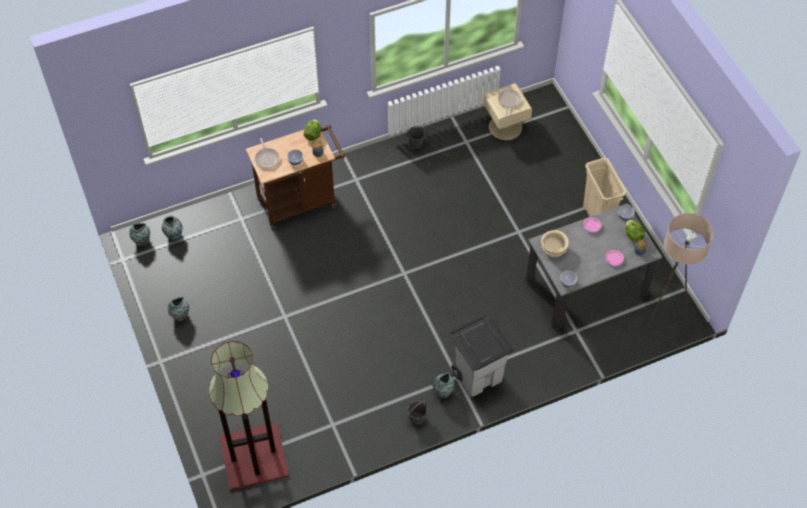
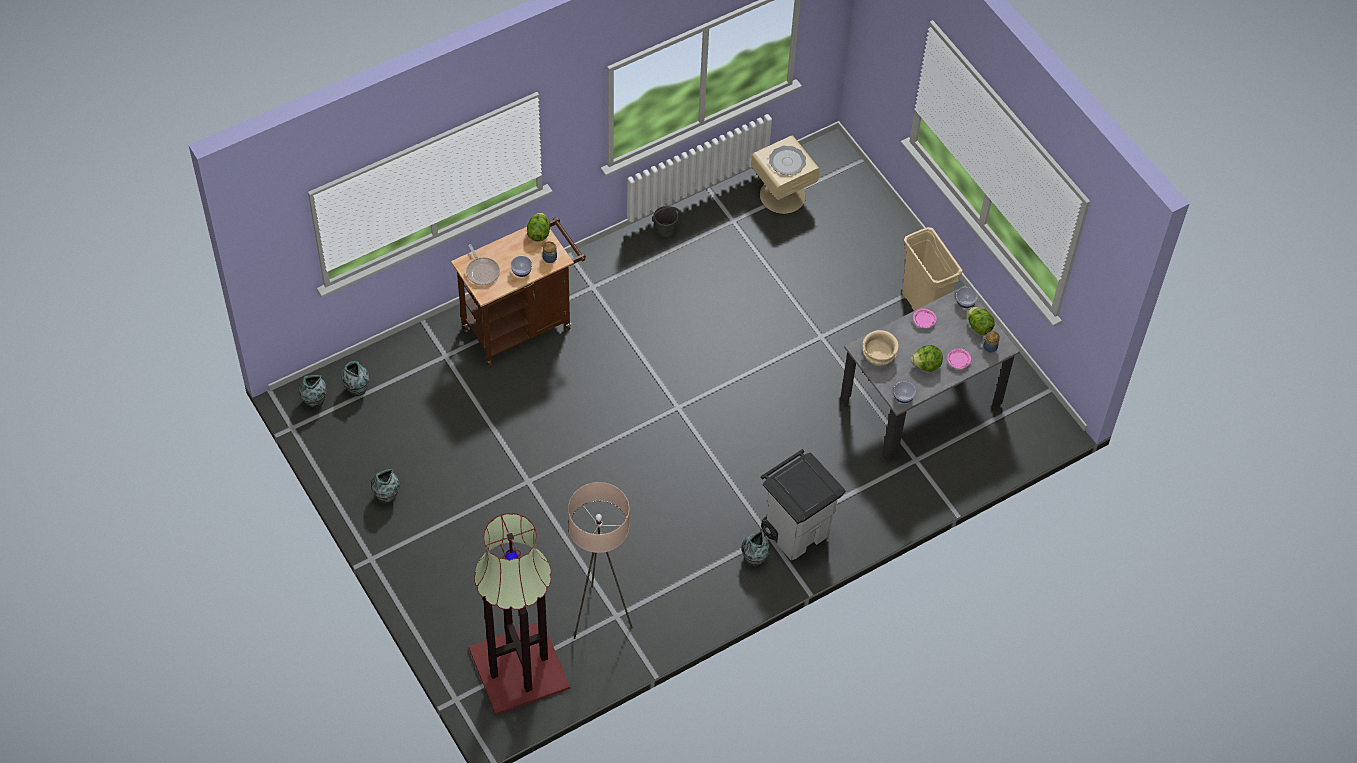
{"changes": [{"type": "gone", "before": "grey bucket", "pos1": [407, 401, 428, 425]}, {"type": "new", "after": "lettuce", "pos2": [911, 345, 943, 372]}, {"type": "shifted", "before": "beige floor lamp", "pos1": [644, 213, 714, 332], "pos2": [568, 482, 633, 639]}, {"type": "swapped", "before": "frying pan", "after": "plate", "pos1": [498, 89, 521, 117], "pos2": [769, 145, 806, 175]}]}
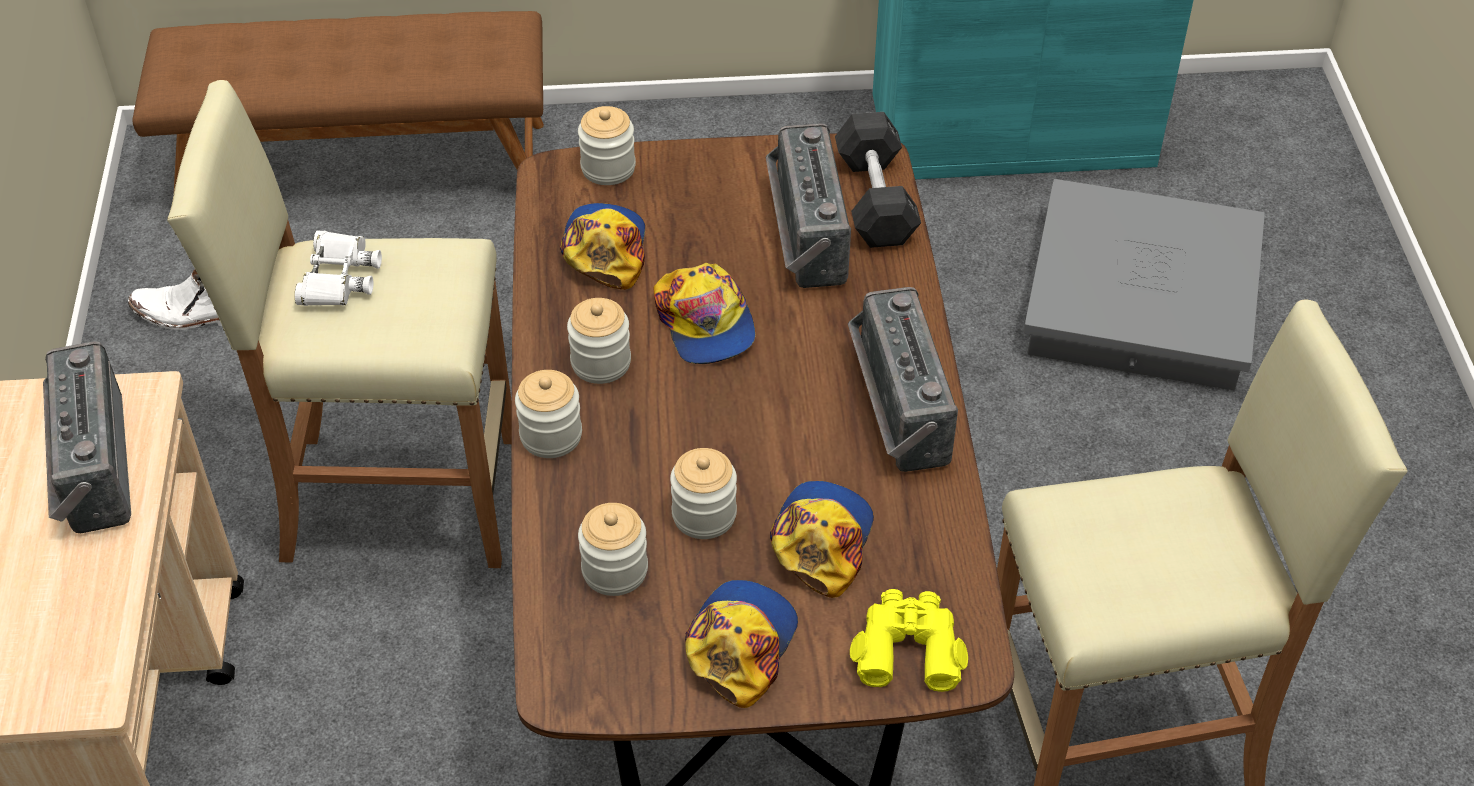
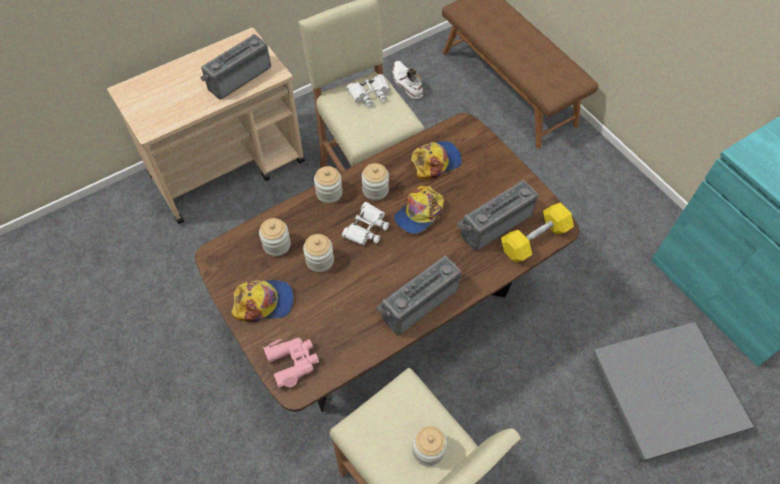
{"changes": [{"type": "gone", "before": "cap", "pos1": [770, 481, 874, 598]}, {"type": "new", "after": "white binoculars", "pos2": [342, 202, 389, 245]}, {"type": "shifted", "before": "jar", "pos1": [578, 106, 636, 185], "pos2": [412, 426, 447, 466]}, {"type": "repainted", "before": "grey dumbbell", "after": "yellow dumbbell", "pos1": [835, 112, 921, 248], "pos2": [501, 203, 574, 262]}, {"type": "repainted", "before": "yellow binoculars", "after": "pink binoculars", "pos1": [850, 589, 968, 692], "pos2": [263, 338, 319, 388]}]}
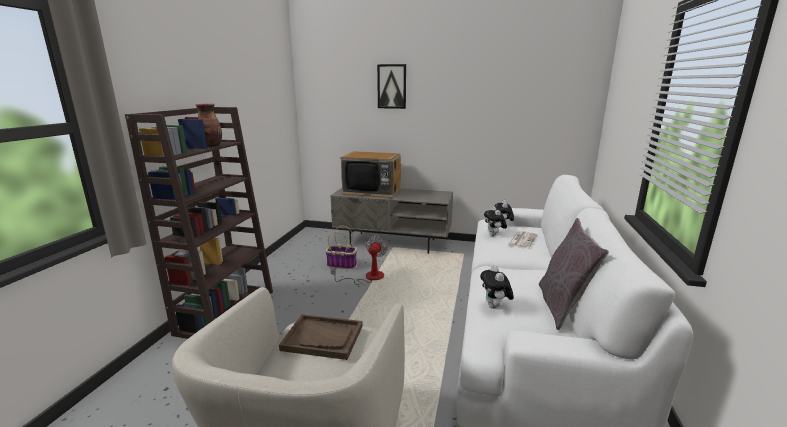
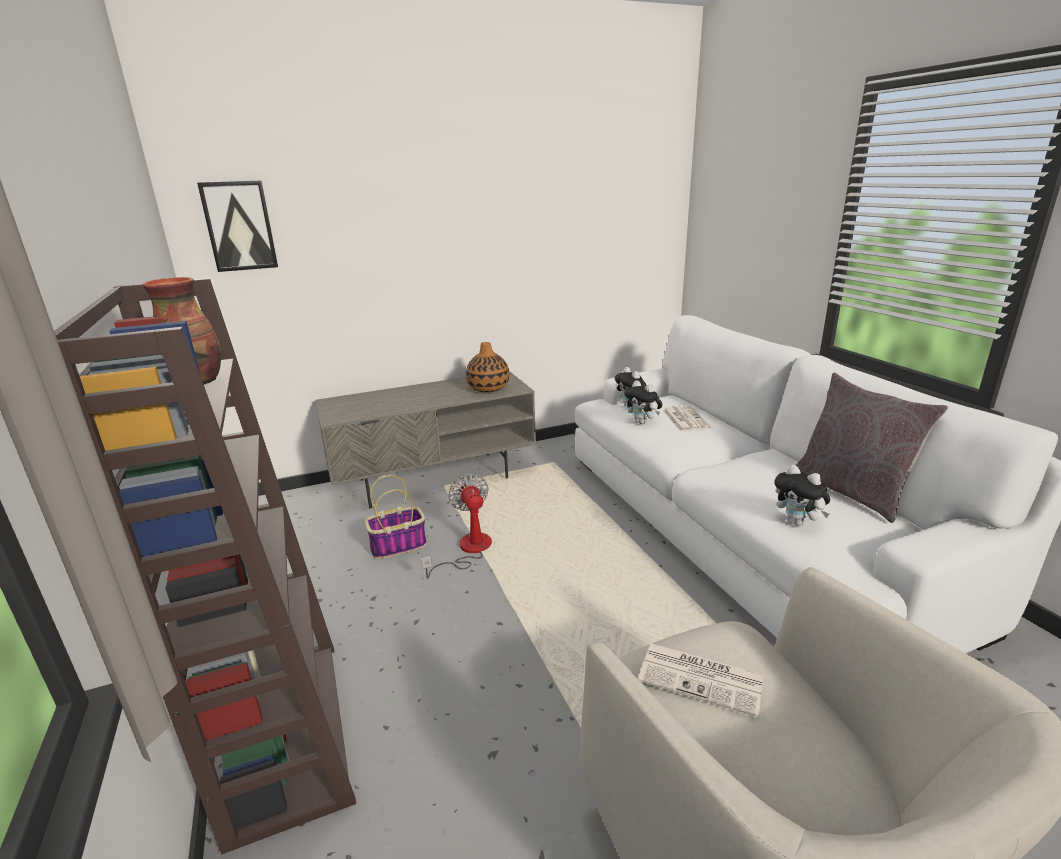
{"changes": [{"type": "gone", "before": "television", "pos1": [339, 151, 401, 198]}, {"type": "new", "after": "vase", "pos2": [466, 342, 509, 392]}, {"type": "shifted", "before": "picture", "pos1": [377, 64, 406, 109], "pos2": [197, 180, 278, 272]}, {"type": "swapped", "before": "brown tray", "after": "newspaper", "pos1": [279, 314, 363, 360], "pos2": [638, 643, 763, 718]}]}
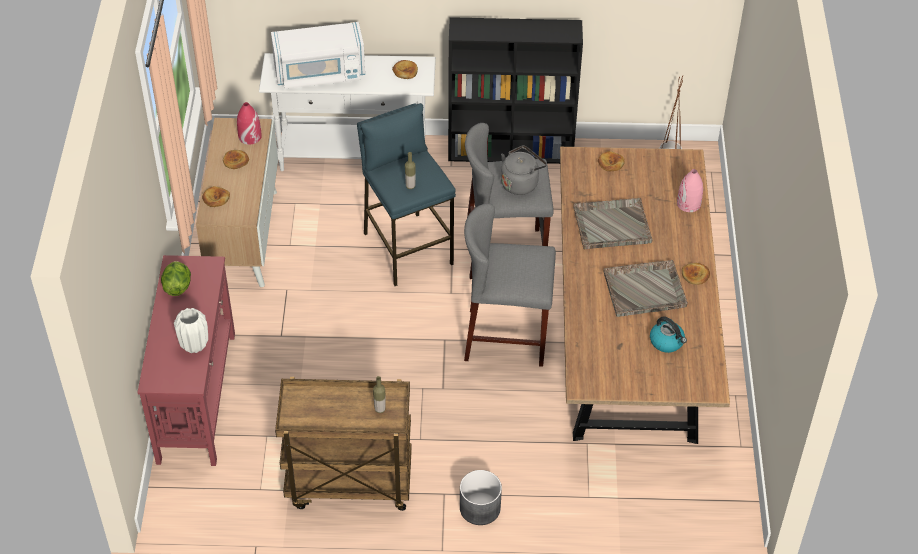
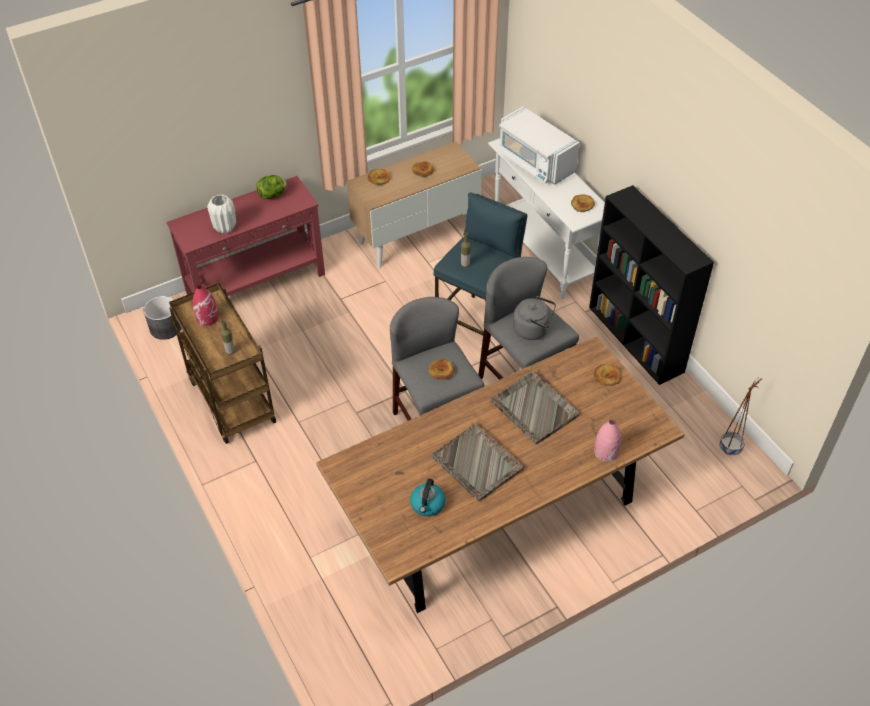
{"changes": [{"type": "shifted", "before": "red vase", "pos1": [237, 102, 262, 145], "pos2": [193, 285, 219, 326]}, {"type": "shifted", "before": "grey planter", "pos1": [460, 470, 502, 525], "pos2": [143, 296, 182, 340]}, {"type": "shifted", "before": "bread", "pos1": [682, 263, 710, 285], "pos2": [429, 359, 455, 380]}]}
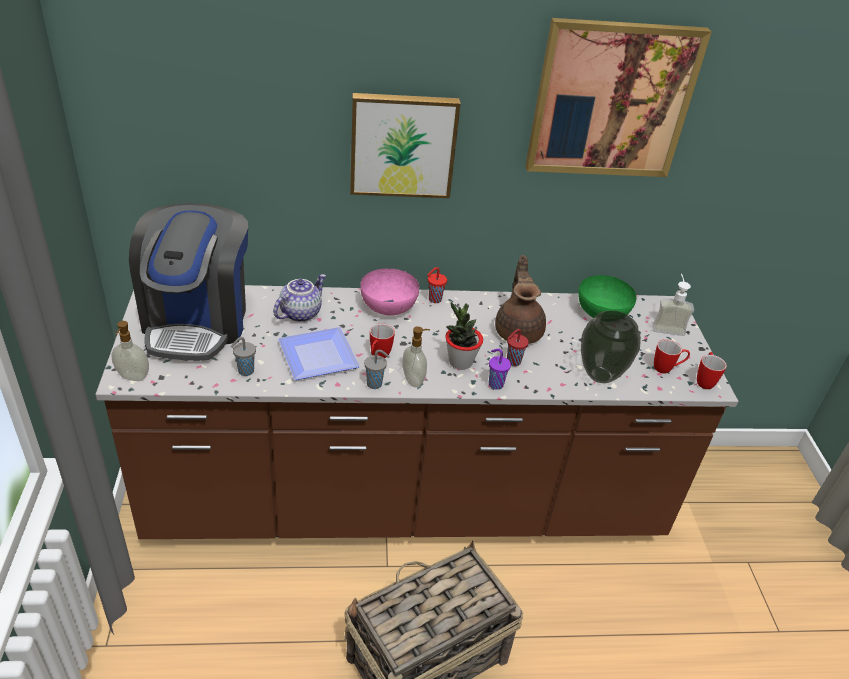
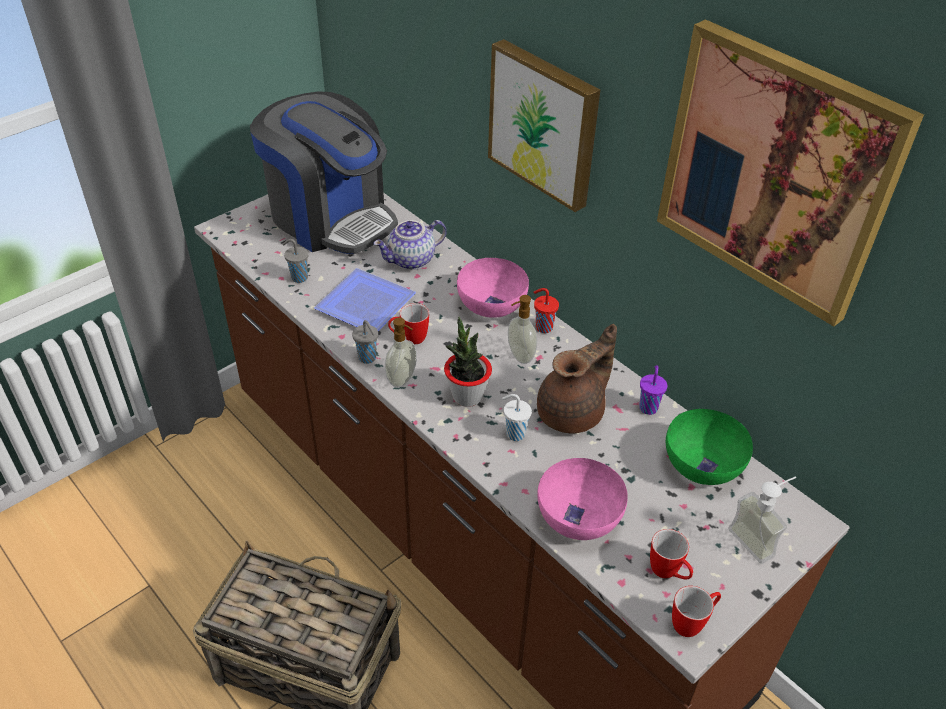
{"changes": [{"type": "shifted", "before": "soap dispenser", "pos1": [111, 321, 149, 381], "pos2": [508, 295, 537, 364]}, {"type": "shifted", "before": "purple cup", "pos1": [489, 349, 511, 390], "pos2": [639, 365, 667, 415]}, {"type": "swapped", "before": "vase", "after": "pink bowl", "pos1": [581, 311, 641, 383], "pos2": [537, 458, 628, 540]}, {"type": "repainted", "before": "red cup", "after": "white cup", "pos1": [507, 329, 529, 366], "pos2": [502, 394, 532, 441]}, {"type": "rotated", "before": "coffee machine", "pos1": [129, 203, 248, 361], "pos2": [250, 91, 398, 254], "turn": -105}, {"type": "rotated", "before": "teapot", "pos1": [273, 274, 326, 322], "pos2": [373, 220, 447, 270], "turn": 150}]}
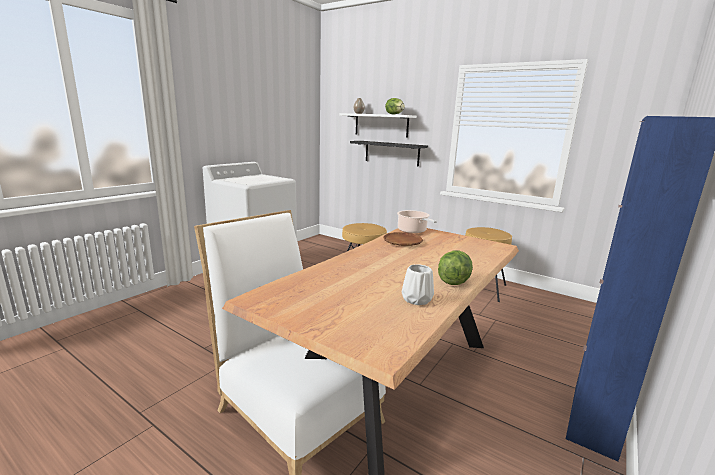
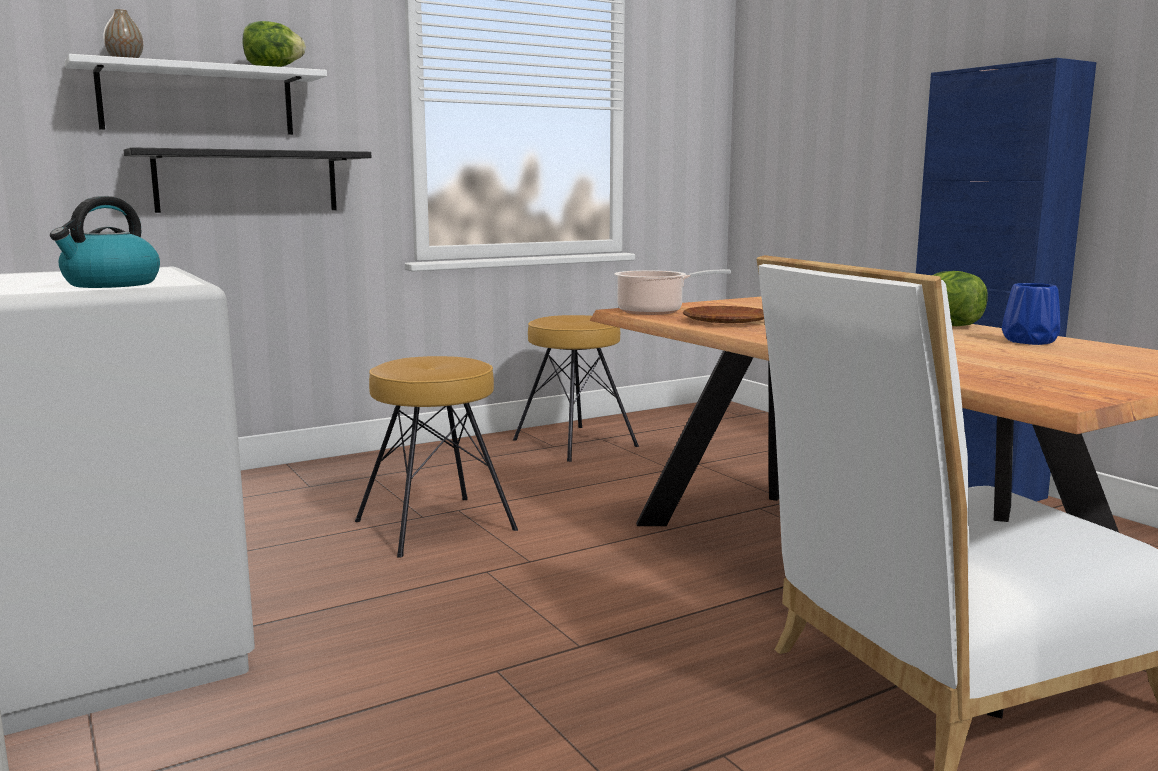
{"changes": [{"type": "new", "after": "kettle", "pos2": [50, 196, 160, 288]}, {"type": "repainted", "before": "white vase", "after": "blue vase", "pos1": [402, 264, 434, 305], "pos2": [1002, 283, 1060, 345]}]}
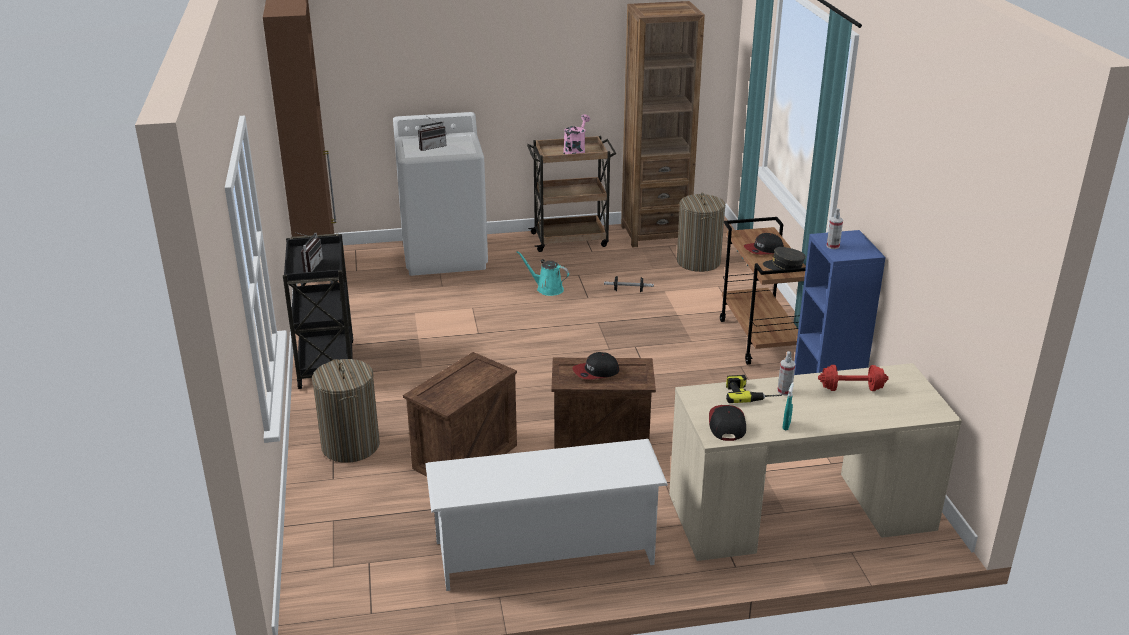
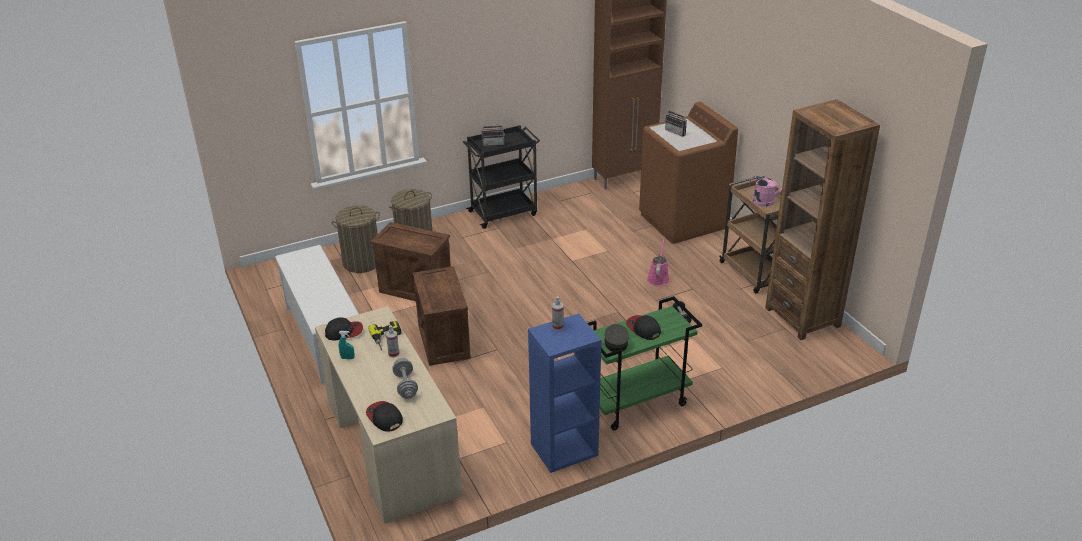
{"changes": [{"type": "shifted", "before": "cap", "pos1": [572, 352, 620, 380], "pos2": [366, 401, 403, 432]}, {"type": "shifted", "before": "laundry basket", "pos1": [677, 192, 725, 272], "pos2": [332, 205, 380, 273]}, {"type": "repainted", "before": "white washing machine", "after": "brown washing machine", "pos1": [393, 112, 488, 276], "pos2": [639, 102, 738, 244]}, {"type": "repainted", "before": "turquoise watering can", "after": "pink watering can", "pos1": [517, 251, 569, 296], "pos2": [647, 238, 670, 286]}, {"type": "repainted", "before": "brown cart", "after": "green cart", "pos1": [720, 217, 806, 365], "pos2": [587, 296, 702, 430]}, {"type": "repainted", "before": "red dumbbell", "after": "grey dumbbell", "pos1": [818, 365, 889, 391], "pos2": [393, 358, 418, 399]}]}
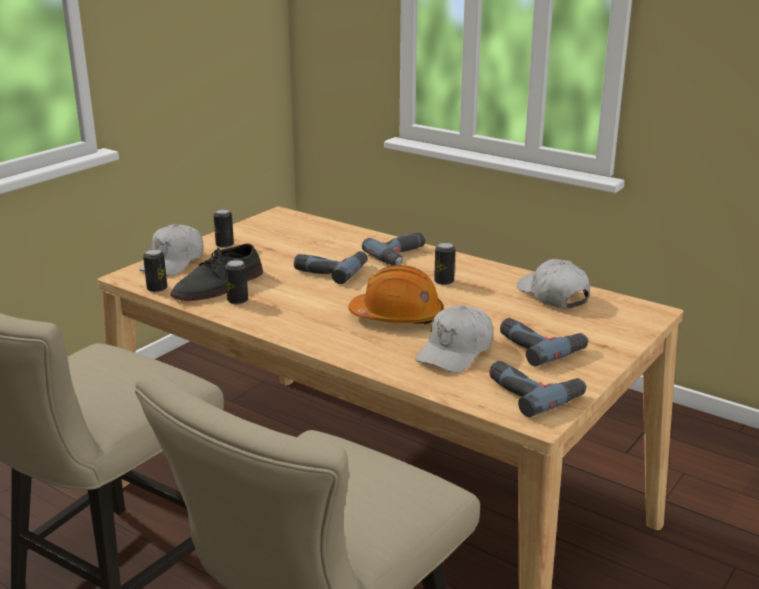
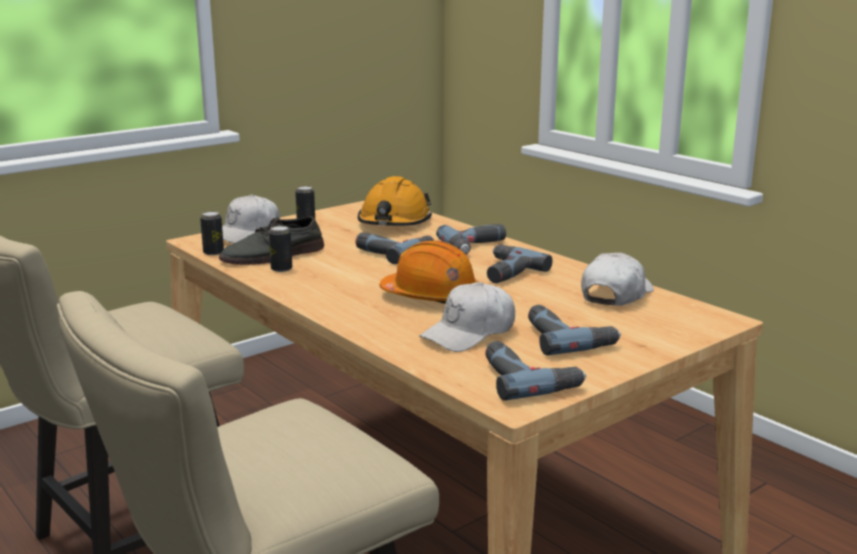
{"changes": [{"type": "new", "after": "orange hard hat", "pos2": [358, 176, 432, 226]}, {"type": "swapped", "before": "can", "after": "power drill", "pos1": [434, 242, 455, 285], "pos2": [487, 244, 552, 283]}, {"type": "rotated", "before": "white cap", "pos1": [517, 259, 590, 309], "pos2": [581, 253, 654, 306], "turn": 45}]}
